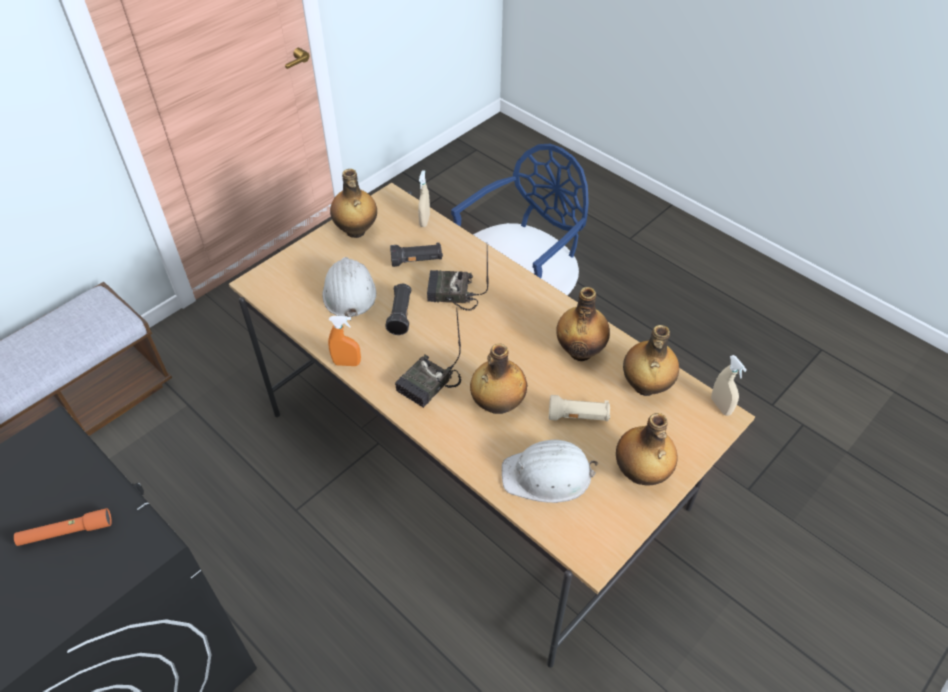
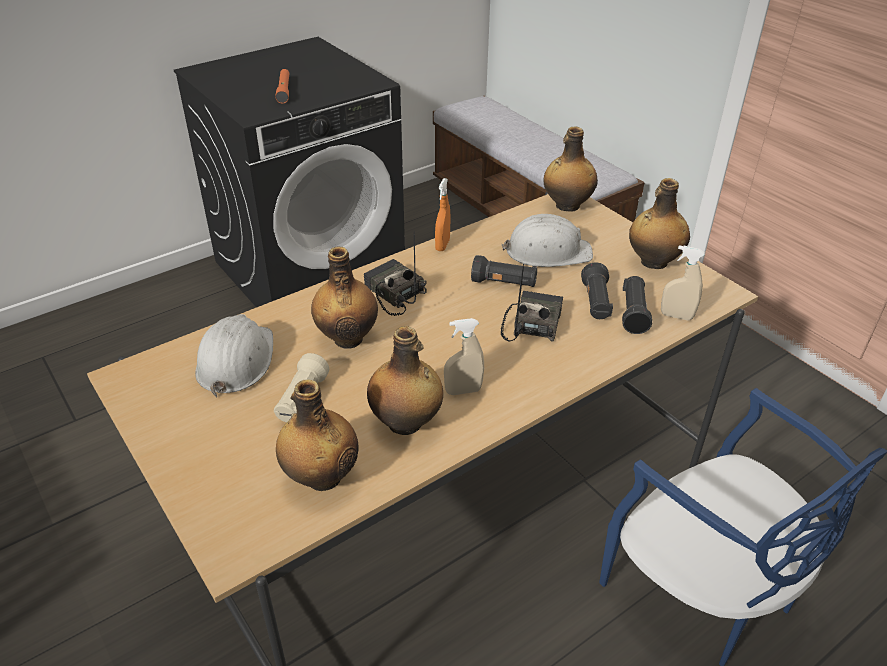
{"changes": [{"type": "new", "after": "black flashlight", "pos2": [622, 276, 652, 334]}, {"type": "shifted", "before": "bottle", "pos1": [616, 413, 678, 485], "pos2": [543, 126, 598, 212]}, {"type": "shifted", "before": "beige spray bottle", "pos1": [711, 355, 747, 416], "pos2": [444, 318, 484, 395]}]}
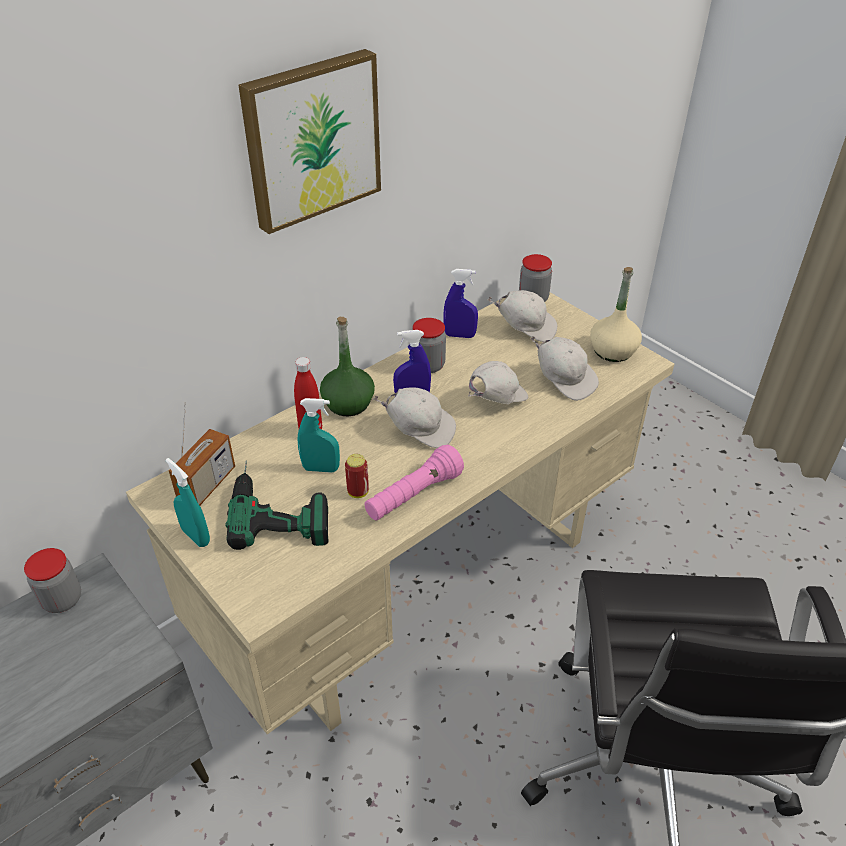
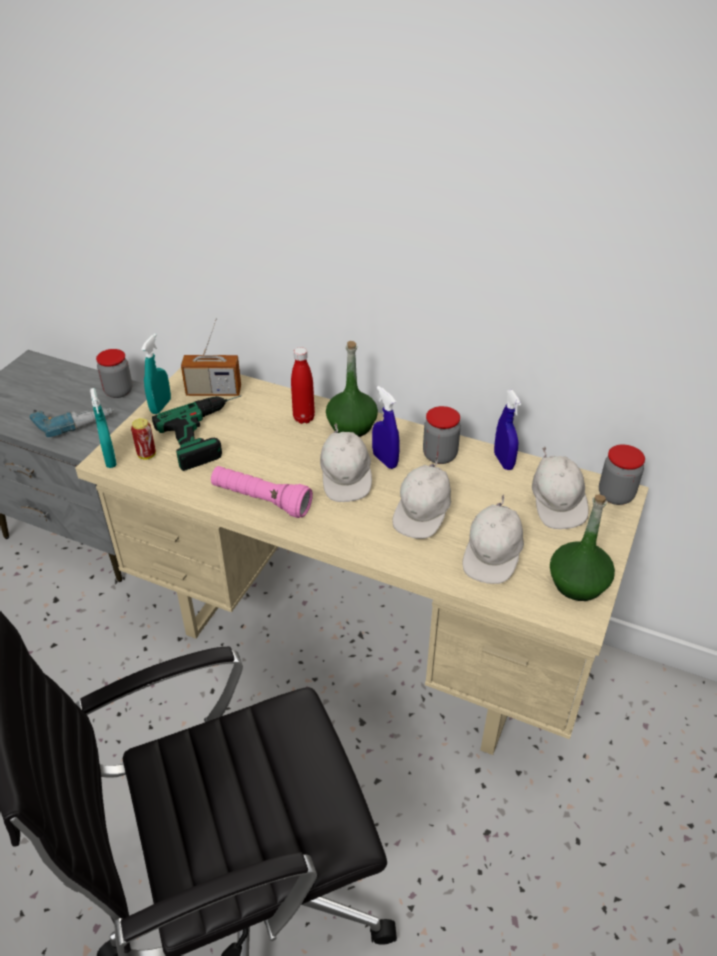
{"changes": [{"type": "gone", "before": "picture", "pos1": [238, 49, 381, 234]}, {"type": "new", "after": "power drill", "pos2": [29, 408, 114, 437]}, {"type": "shifted", "before": "turquoise spray bottle", "pos1": [298, 398, 340, 473], "pos2": [90, 388, 117, 468]}, {"type": "shifted", "before": "can", "pos1": [345, 454, 369, 498], "pos2": [131, 418, 156, 459]}, {"type": "repainted", "before": "beige bottle", "after": "green bottle", "pos1": [590, 267, 642, 362], "pos2": [550, 494, 615, 601]}, {"type": "rotated", "before": "white cap", "pos1": [468, 361, 528, 404], "pos2": [392, 457, 451, 539], "turn": 90}]}
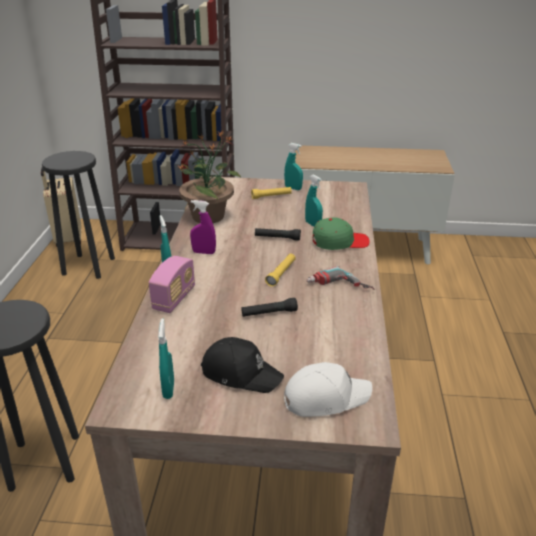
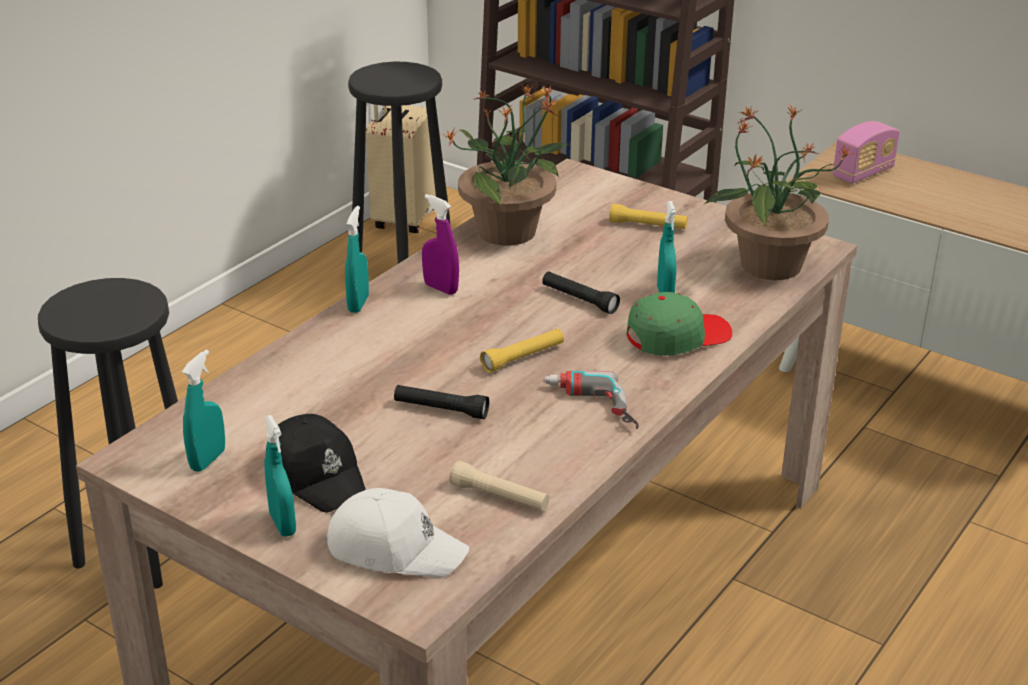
{"changes": [{"type": "new", "after": "beige flashlight", "pos2": [449, 461, 550, 511]}, {"type": "new", "after": "potted plant", "pos2": [703, 104, 853, 280]}, {"type": "shifted", "before": "radio", "pos1": [149, 256, 195, 313], "pos2": [833, 121, 900, 184]}, {"type": "shifted", "before": "turquoise spray bottle", "pos1": [284, 143, 303, 190], "pos2": [264, 415, 296, 537]}, {"type": "rotated", "before": "green cap", "pos1": [313, 218, 370, 250], "pos2": [627, 292, 732, 356], "turn": -45}]}
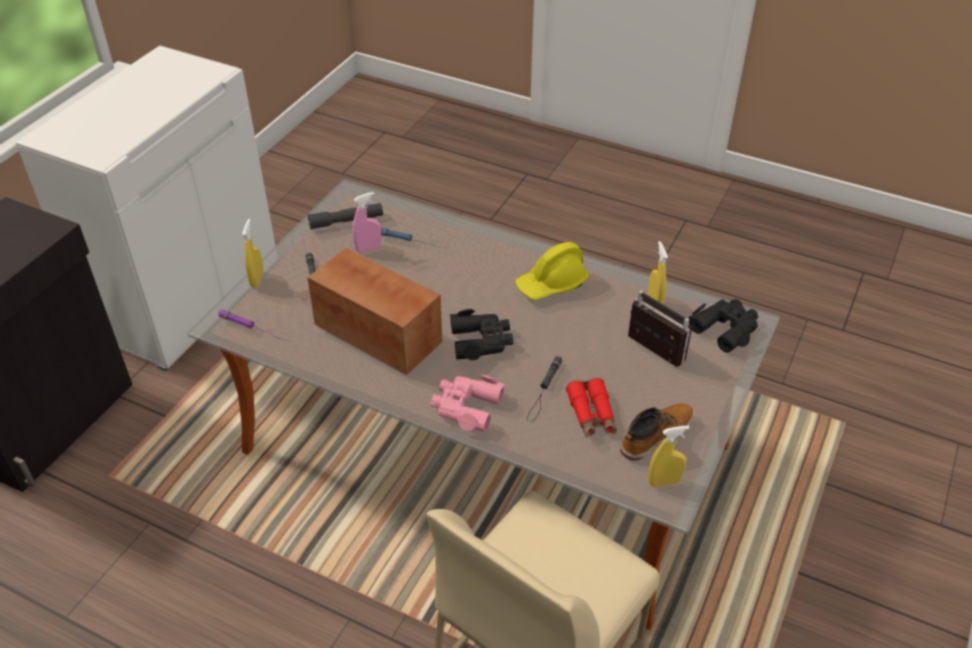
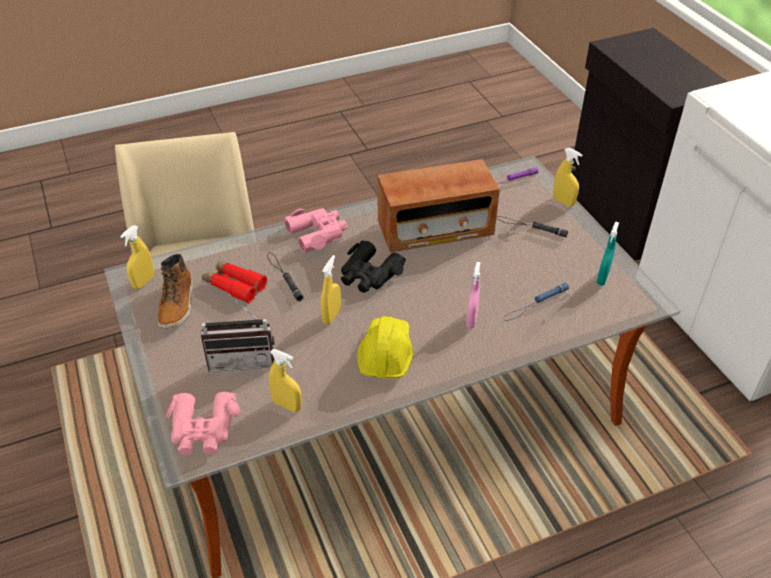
{"changes": [{"type": "new", "after": "yellow spray bottle", "pos2": [320, 255, 341, 325]}, {"type": "shifted", "before": "pink spray bottle", "pos1": [352, 192, 381, 253], "pos2": [466, 262, 481, 328]}, {"type": "swapped", "before": "grey flashlight", "after": "turquoise spray bottle", "pos1": [307, 203, 383, 229], "pos2": [596, 222, 619, 286]}, {"type": "repainted", "before": "black binoculars", "after": "pink binoculars", "pos1": [688, 299, 759, 353], "pos2": [166, 392, 240, 455]}]}
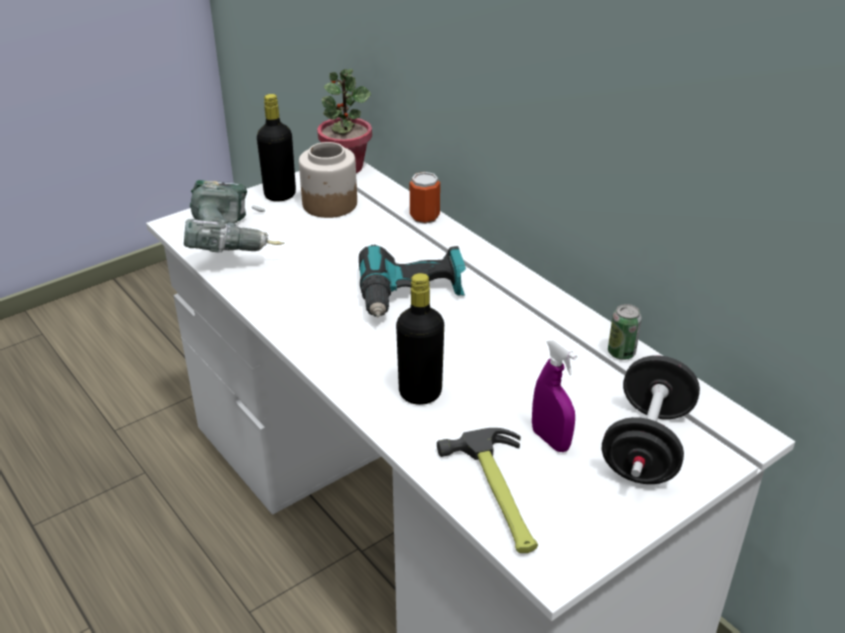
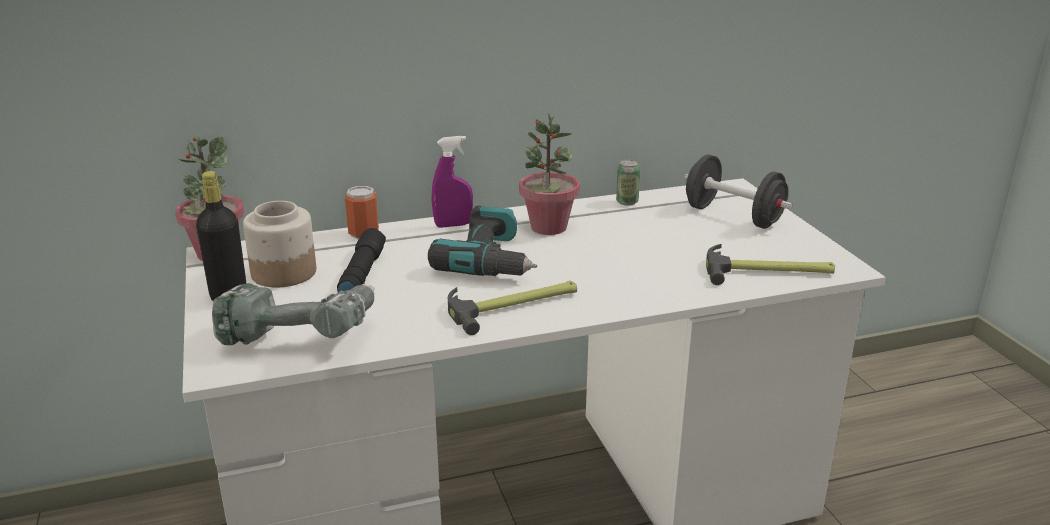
{"changes": [{"type": "gone", "before": "black bottle", "pos1": [396, 273, 444, 405]}, {"type": "new", "after": "black flashlight", "pos2": [337, 228, 386, 292]}, {"type": "new", "after": "hammer", "pos2": [448, 281, 577, 335]}, {"type": "new", "after": "potted plant", "pos2": [519, 113, 580, 235]}, {"type": "shifted", "before": "purple spray bottle", "pos1": [532, 339, 577, 452], "pos2": [432, 136, 473, 228]}]}
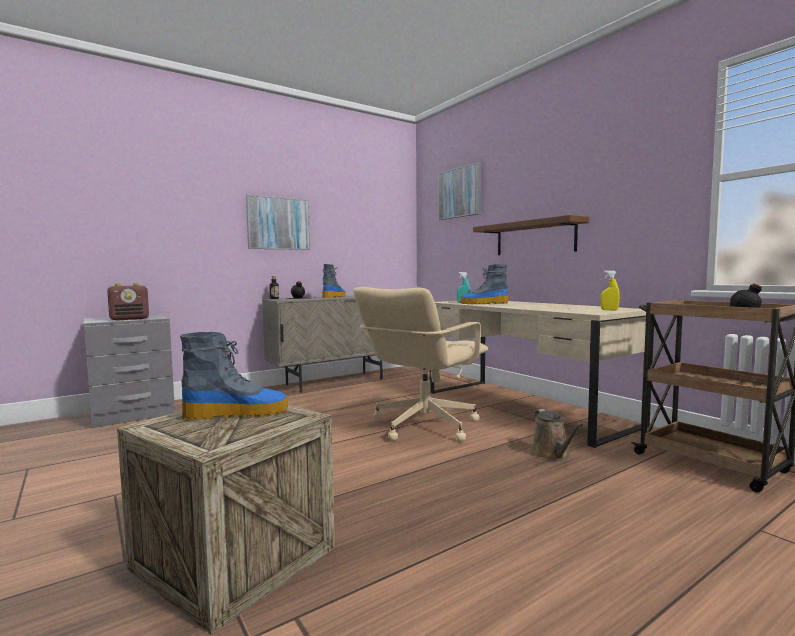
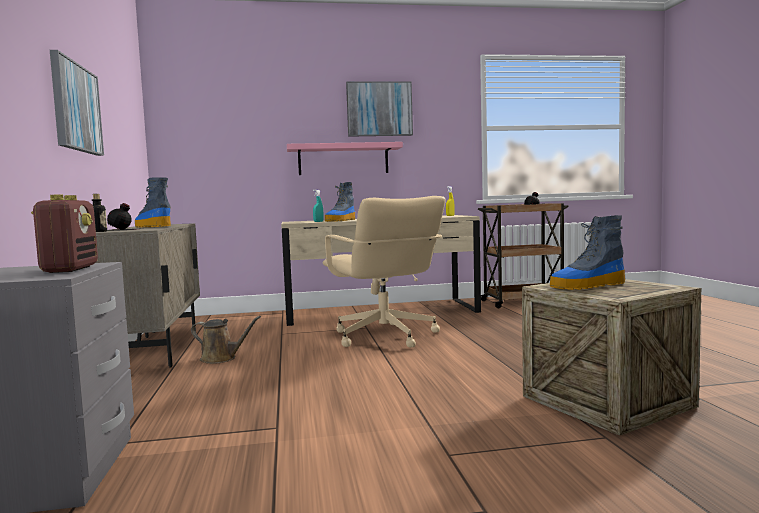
{"changes": [{"type": "shifted", "before": "picture", "pos1": [438, 162, 481, 220], "pos2": [346, 81, 413, 137]}, {"type": "shifted", "before": "brown watering can", "pos1": [531, 409, 583, 461], "pos2": [191, 316, 261, 364]}, {"type": "repainted", "before": "brown shelf", "after": "pink shelf", "pos1": [473, 215, 589, 255], "pos2": [287, 142, 403, 175]}, {"type": "rotated", "before": "boot", "pos1": [180, 332, 288, 420], "pos2": [550, 215, 625, 290], "turn": -120}]}
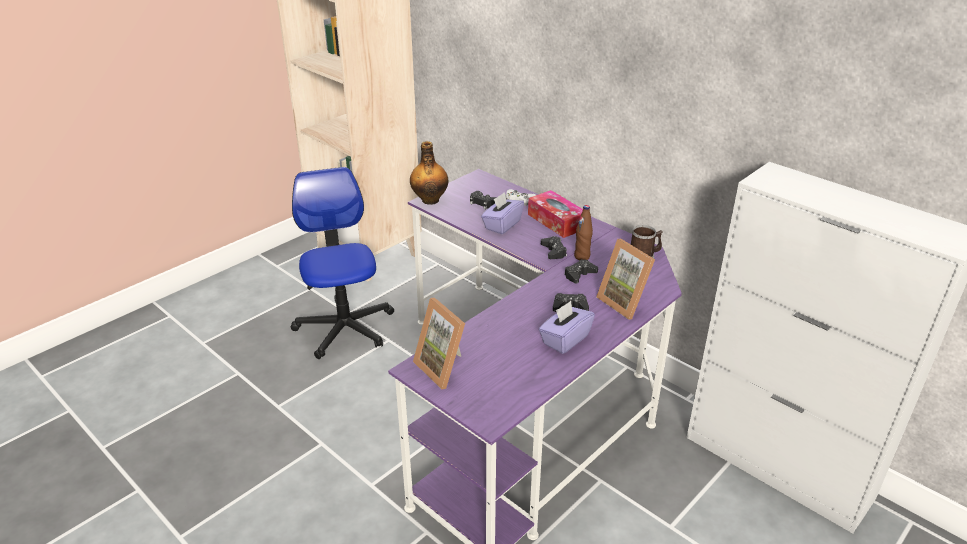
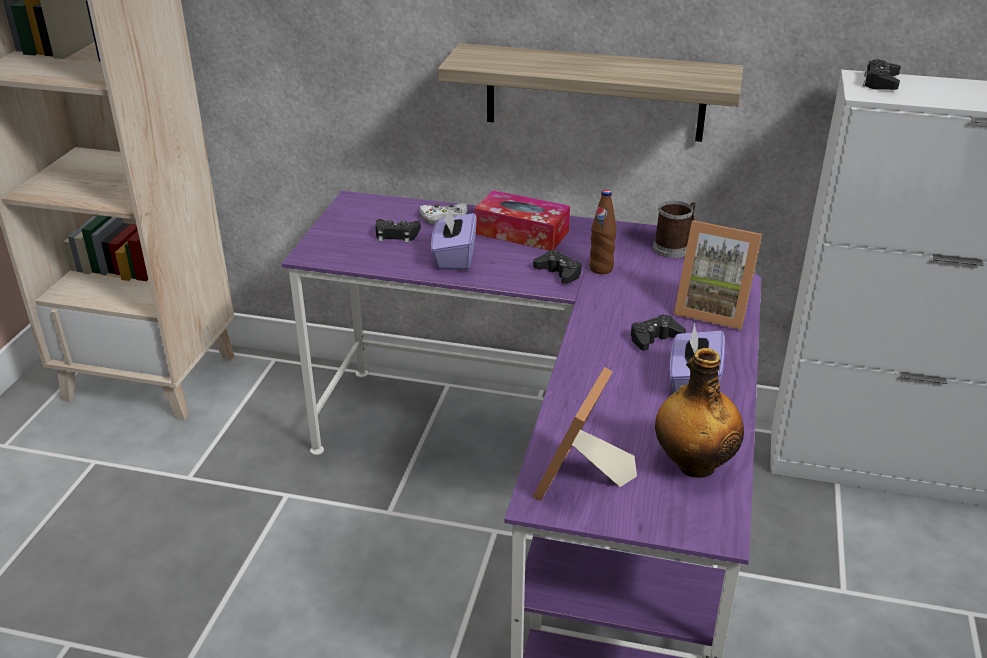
{"changes": [{"type": "gone", "before": "office chair", "pos1": [291, 167, 394, 359]}, {"type": "new", "after": "shelf", "pos2": [438, 43, 743, 142]}, {"type": "shifted", "before": "bottle", "pos1": [410, 141, 449, 205], "pos2": [655, 348, 744, 478]}, {"type": "shifted", "before": "black game controller", "pos1": [564, 259, 598, 283], "pos2": [863, 59, 901, 90]}, {"type": "rotated", "before": "picture frame", "pos1": [413, 298, 465, 390], "pos2": [533, 367, 637, 501], "turn": 90}]}
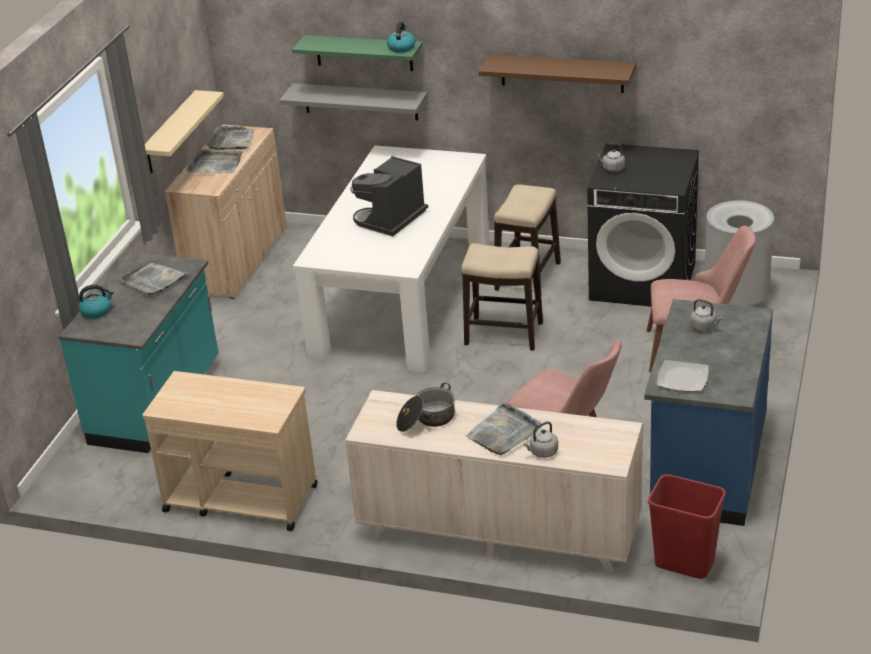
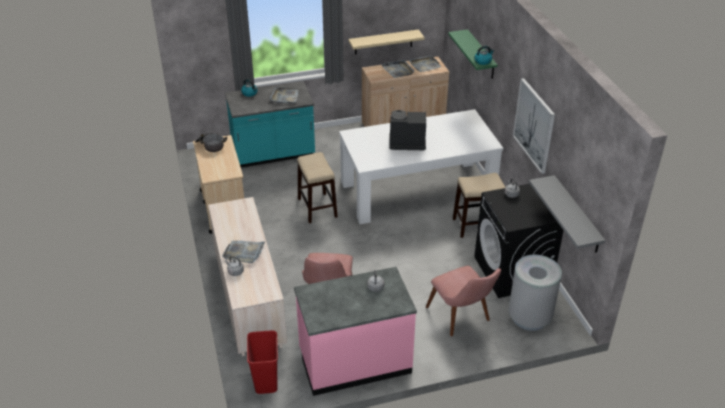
{"changes": [{"type": "gone", "before": "plate", "pos1": [657, 360, 709, 392]}, {"type": "shifted", "before": "grey shelf", "pos1": [279, 83, 428, 120], "pos2": [529, 175, 606, 253]}, {"type": "shifted", "before": "cooking pot", "pos1": [396, 383, 455, 432], "pos2": [195, 133, 227, 152]}, {"type": "shifted", "before": "stool", "pos1": [461, 243, 543, 351], "pos2": [297, 152, 338, 223]}, {"type": "swapped", "before": "brown shelf", "after": "picture", "pos1": [479, 54, 636, 93], "pos2": [513, 78, 555, 174]}, {"type": "repainted", "before": "blue counter", "after": "pink counter", "pos1": [644, 299, 773, 526], "pos2": [294, 267, 417, 396]}]}
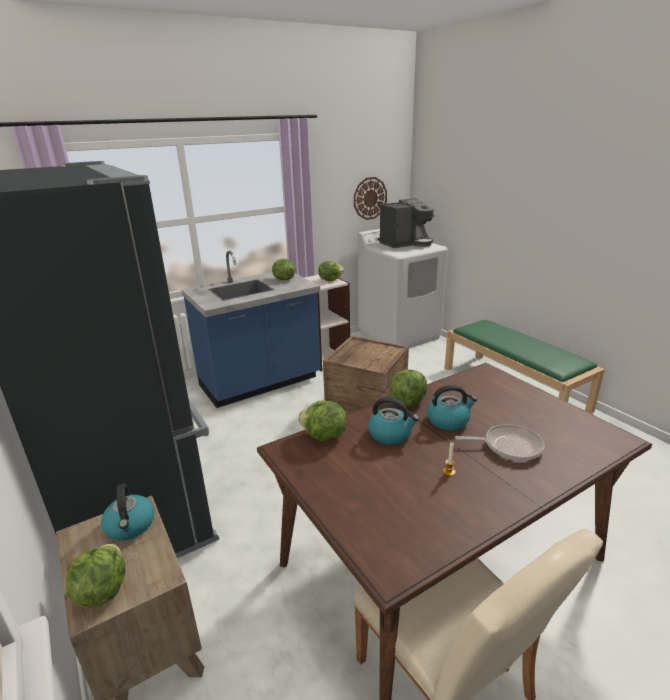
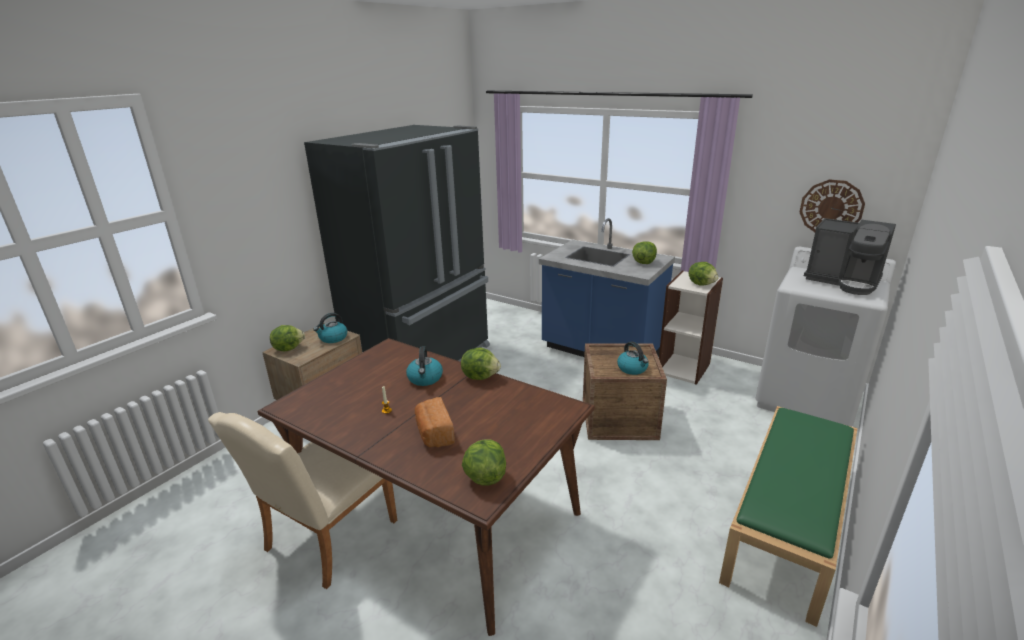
{"changes": [{"type": "shifted", "before": "lettuce", "pos1": [298, 400, 347, 441], "pos2": [462, 439, 506, 485]}, {"type": "shifted", "before": "kettle", "pos1": [427, 385, 477, 430], "pos2": [617, 341, 649, 375]}, {"type": "swapped", "before": "frying pan", "after": "bread", "pos1": [455, 424, 545, 461], "pos2": [415, 397, 455, 447]}]}
